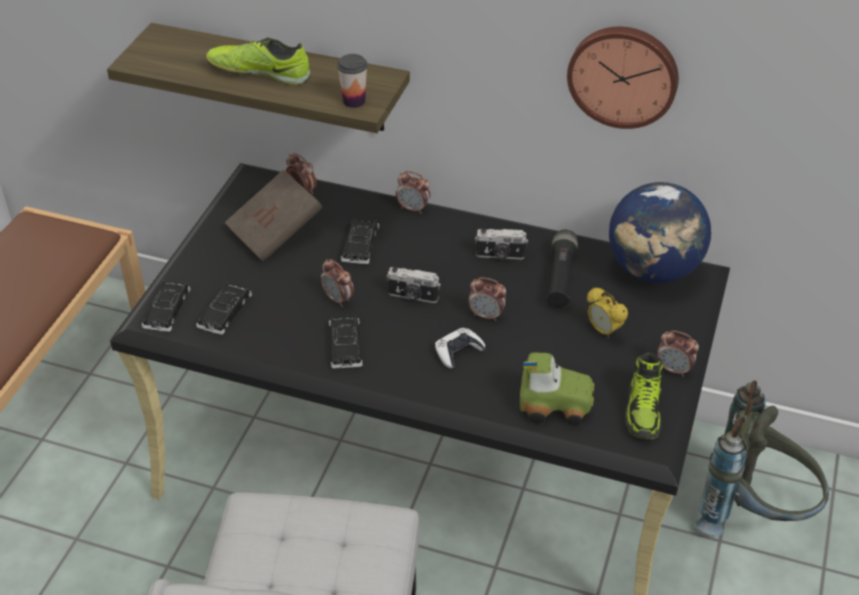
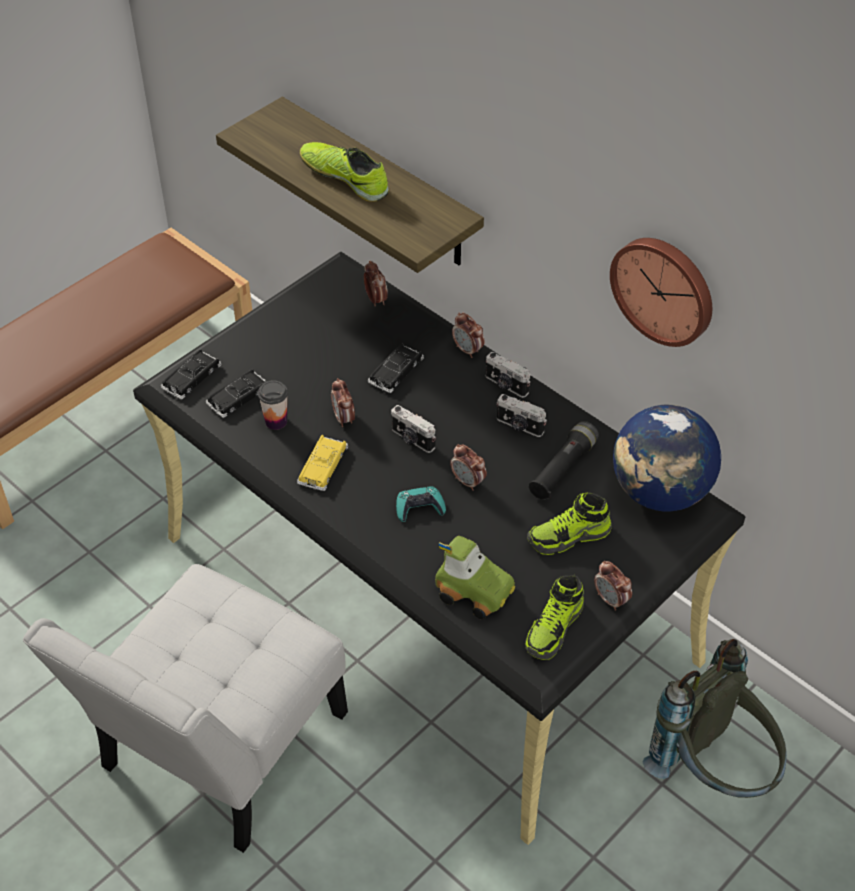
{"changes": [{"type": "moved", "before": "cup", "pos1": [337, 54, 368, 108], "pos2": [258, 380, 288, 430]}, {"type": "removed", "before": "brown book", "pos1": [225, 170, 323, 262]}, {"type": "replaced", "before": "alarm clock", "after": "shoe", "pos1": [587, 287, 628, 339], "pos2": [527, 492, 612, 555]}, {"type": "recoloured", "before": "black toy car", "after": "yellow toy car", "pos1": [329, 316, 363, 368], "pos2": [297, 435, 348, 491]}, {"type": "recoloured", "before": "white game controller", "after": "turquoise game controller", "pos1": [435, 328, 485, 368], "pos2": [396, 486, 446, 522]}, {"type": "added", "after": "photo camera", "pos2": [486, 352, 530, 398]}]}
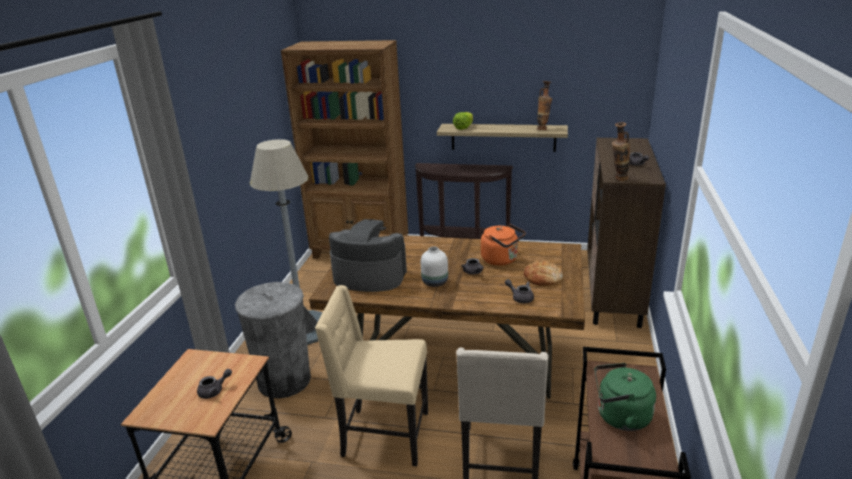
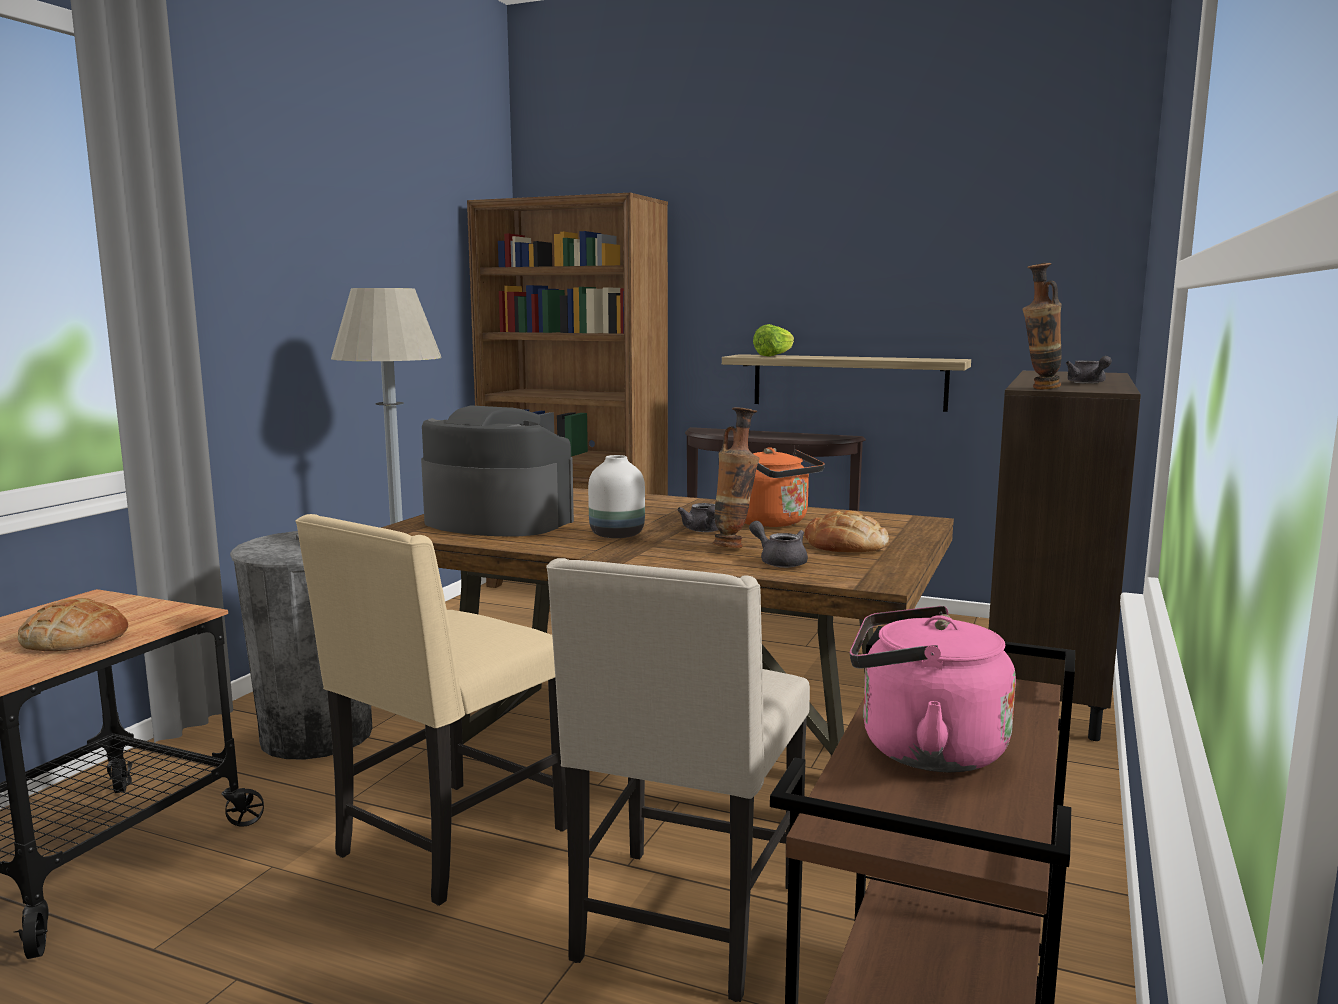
{"changes": [{"type": "moved", "before": "vase", "pos1": [537, 81, 552, 130], "pos2": [713, 407, 759, 548]}, {"type": "turned", "before": "beige chair", "pos1": [315, 285, 428, 466], "pos2": [295, 514, 567, 906], "turn": -75}, {"type": "recoloured", "before": "green kettle", "after": "pink kettle", "pos1": [595, 363, 656, 431], "pos2": [850, 606, 1016, 772]}, {"type": "replaced", "before": "grey teapot", "after": "bread", "pos1": [197, 369, 232, 399], "pos2": [18, 598, 128, 651]}]}
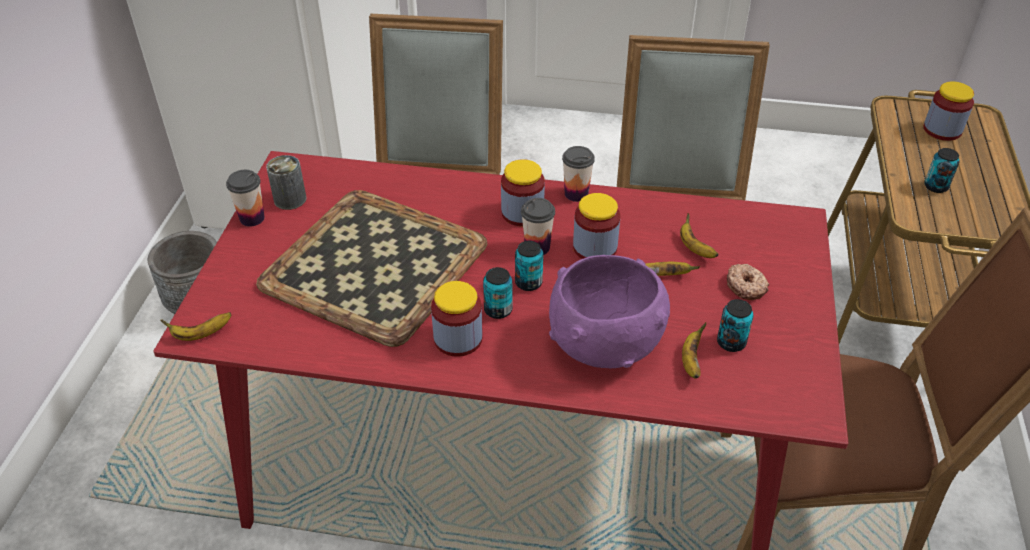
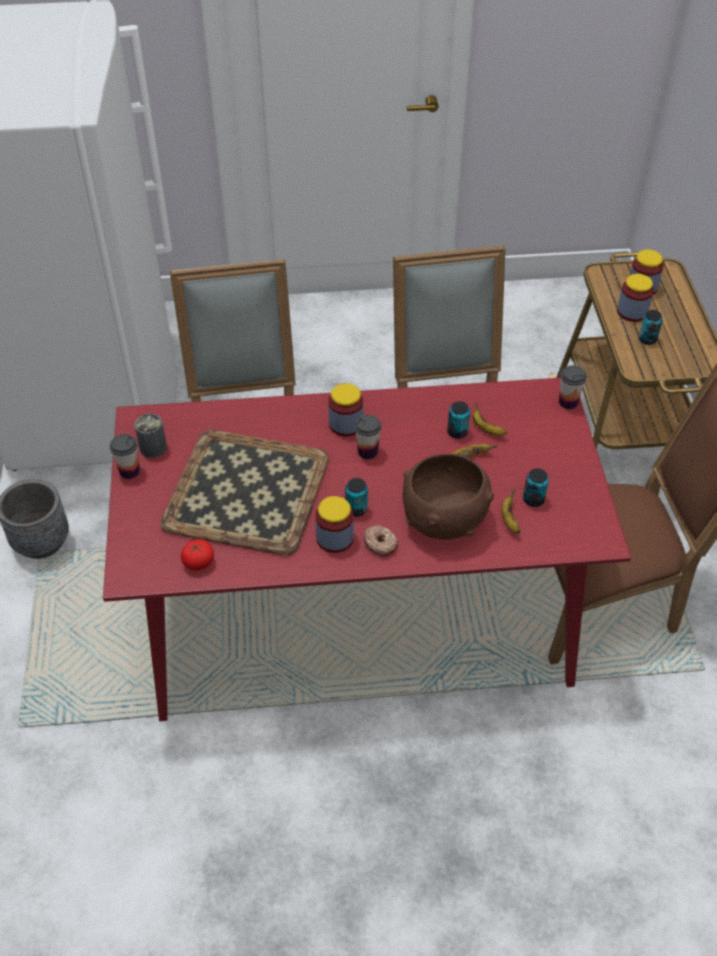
{"changes": [{"type": "moved", "before": "cup", "pos1": [562, 146, 595, 202], "pos2": [559, 366, 587, 409]}, {"type": "moved", "before": "jar", "pos1": [573, 193, 620, 259], "pos2": [617, 274, 654, 322]}, {"type": "moved", "before": "can", "pos1": [515, 241, 543, 291], "pos2": [447, 401, 470, 439]}, {"type": "recoloured", "before": "purple bowl", "after": "brown bowl", "pos1": [549, 255, 670, 368], "pos2": [403, 453, 494, 540]}, {"type": "moved", "before": "donut", "pos1": [727, 264, 769, 300], "pos2": [364, 525, 398, 556]}, {"type": "removed", "before": "banana", "pos1": [161, 312, 232, 341]}, {"type": "added", "after": "tomato", "pos2": [181, 539, 214, 570]}]}
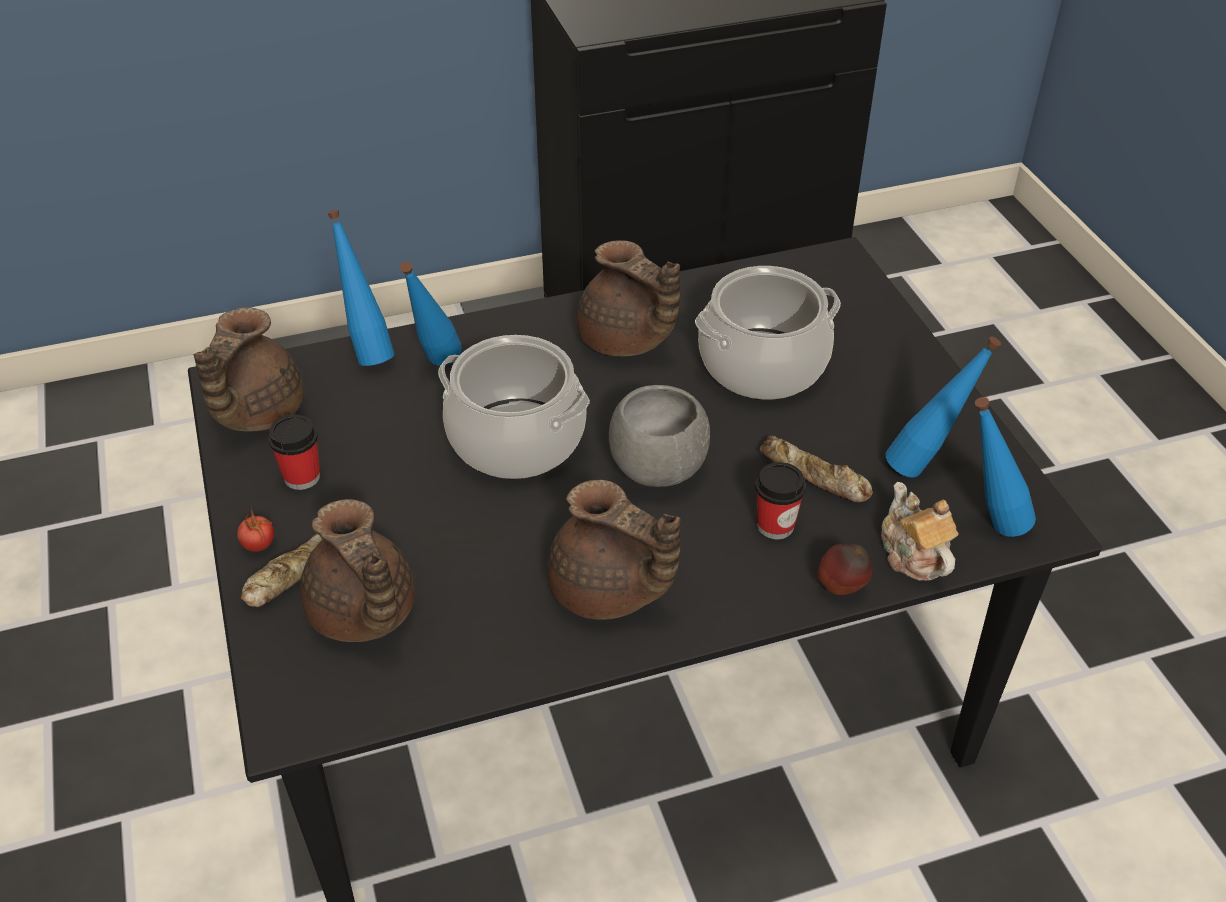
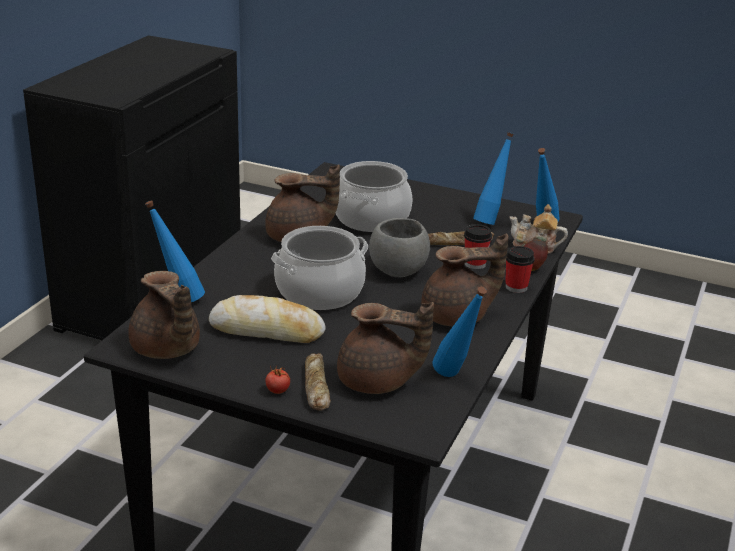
{"changes": [{"type": "moved", "before": "blue bottle", "pos1": [400, 262, 462, 366], "pos2": [432, 287, 487, 377]}, {"type": "moved", "before": "cup", "pos1": [268, 415, 320, 490], "pos2": [505, 246, 535, 293]}, {"type": "added", "after": "bread", "pos2": [209, 295, 326, 343]}]}
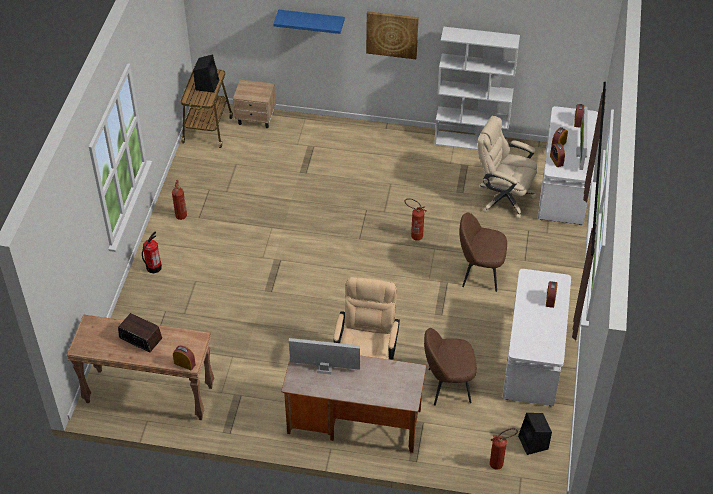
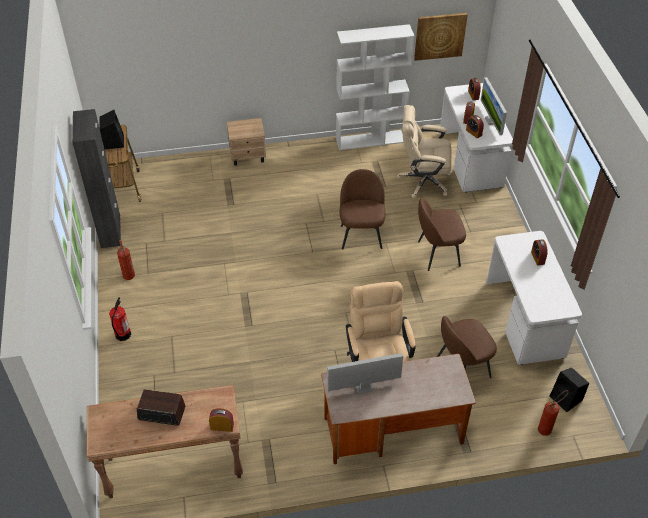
{"changes": [{"type": "removed", "before": "blue shelf", "pos1": [273, 10, 345, 34]}, {"type": "moved", "before": "picture", "pos1": [366, 11, 419, 59], "pos2": [414, 13, 468, 61]}, {"type": "moved", "before": "beige nightstand", "pos1": [233, 80, 276, 128], "pos2": [227, 118, 266, 166]}, {"type": "replaced", "before": "fire extinguisher", "after": "brown chair", "pos1": [405, 198, 426, 241], "pos2": [340, 169, 386, 249]}, {"type": "added", "after": "black cabinet", "pos2": [72, 109, 121, 248]}]}
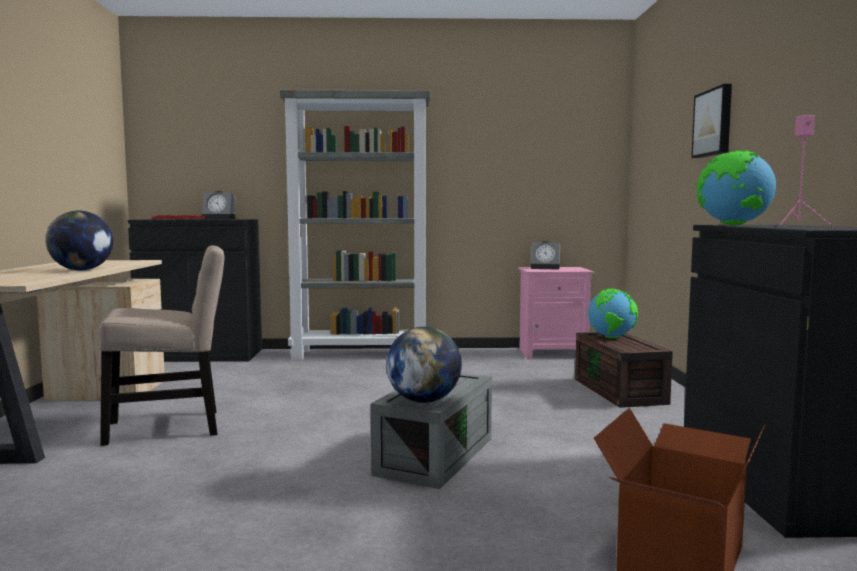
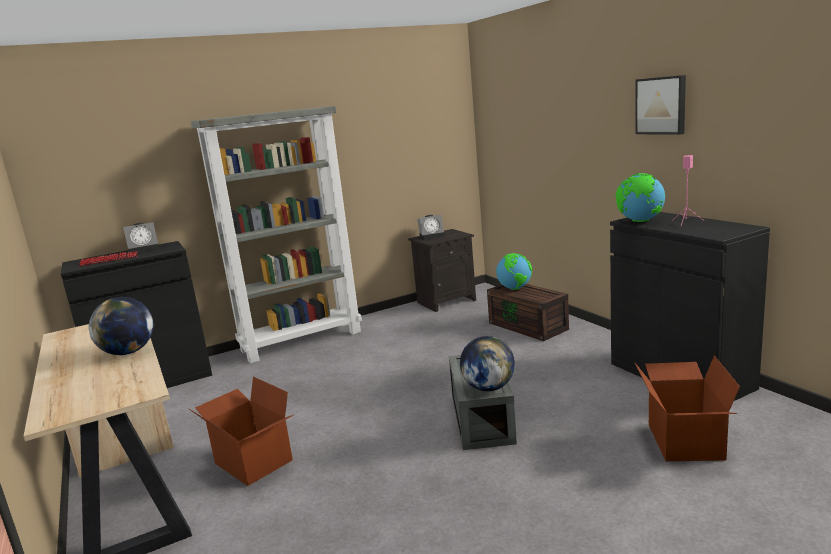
{"changes": [{"type": "moved", "before": "picture", "pos1": [691, 84, 732, 158], "pos2": [635, 75, 686, 135]}, {"type": "replaced", "before": "beige chair", "after": "cardboard box", "pos1": [99, 245, 224, 446], "pos2": [188, 377, 295, 486]}, {"type": "recoloured", "before": "pink nightstand", "after": "black nightstand", "pos1": [518, 267, 594, 360], "pos2": [408, 229, 476, 312]}]}
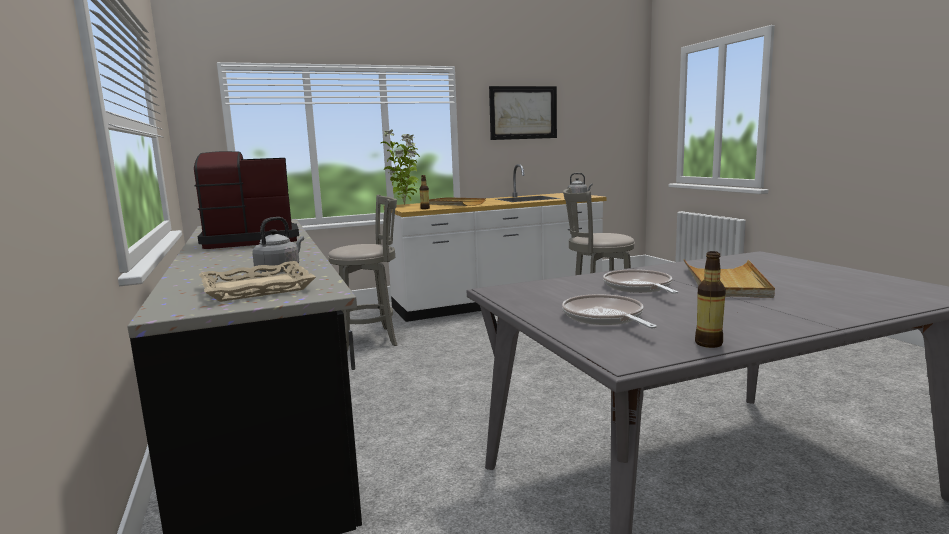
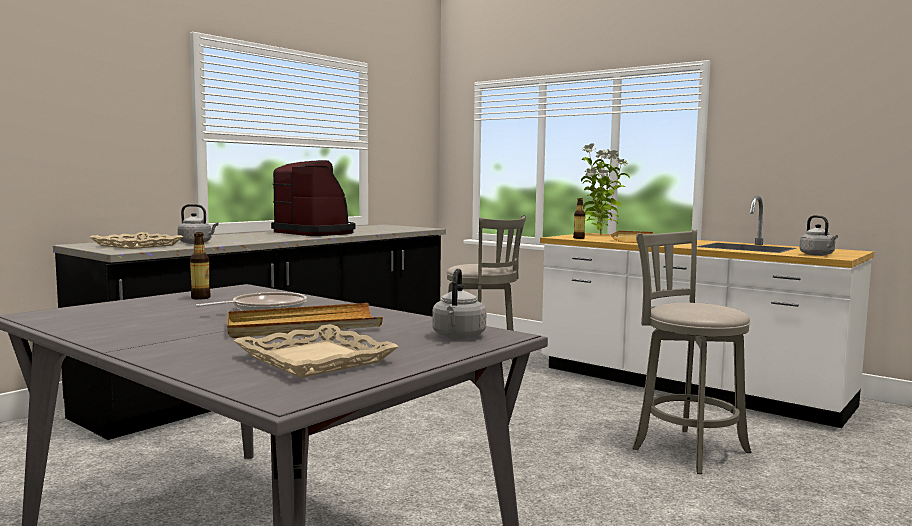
{"changes": [{"type": "removed", "before": "picture", "pos1": [489, 86, 557, 140]}, {"type": "moved", "before": "bottle", "pos1": [695, 251, 726, 348], "pos2": [190, 232, 211, 300]}, {"type": "removed", "before": "frying pan", "pos1": [562, 294, 657, 329]}, {"type": "added", "after": "grey kettle", "pos2": [432, 268, 486, 339]}, {"type": "added", "after": "beige tray", "pos2": [234, 324, 399, 378]}]}
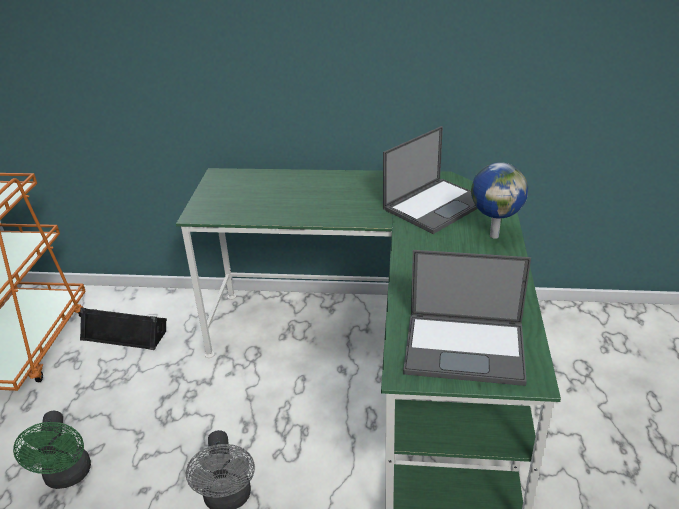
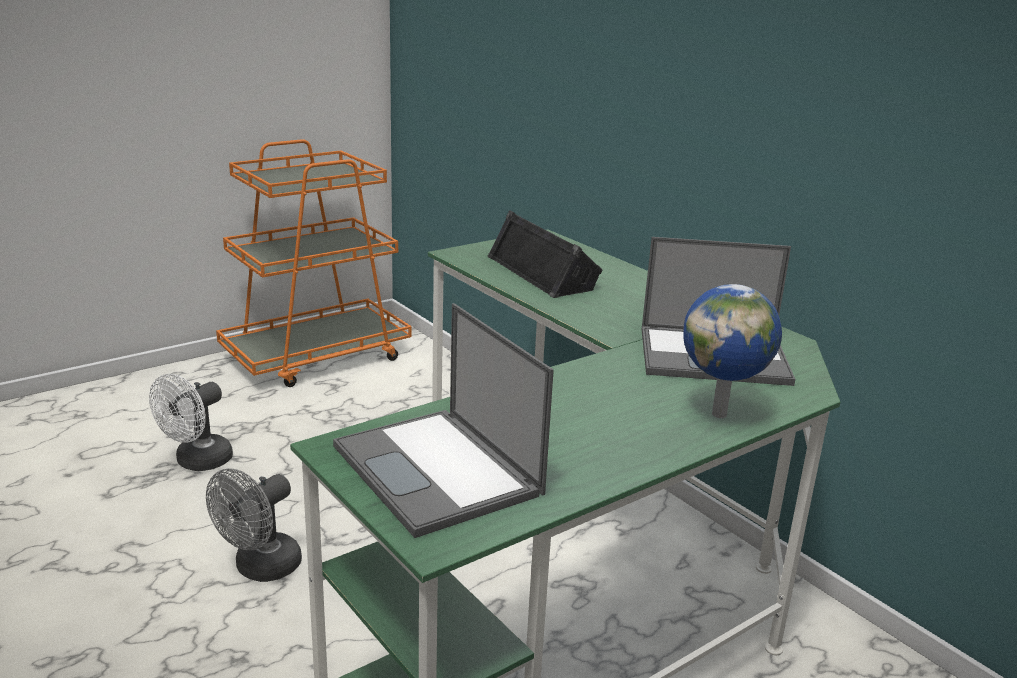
{"changes": [{"type": "moved", "before": "black speaker", "pos1": [80, 308, 167, 350], "pos2": [487, 210, 602, 298]}, {"type": "recoloured", "before": "green fan", "after": "white fan", "pos1": [13, 411, 91, 489], "pos2": [149, 374, 233, 471]}]}
